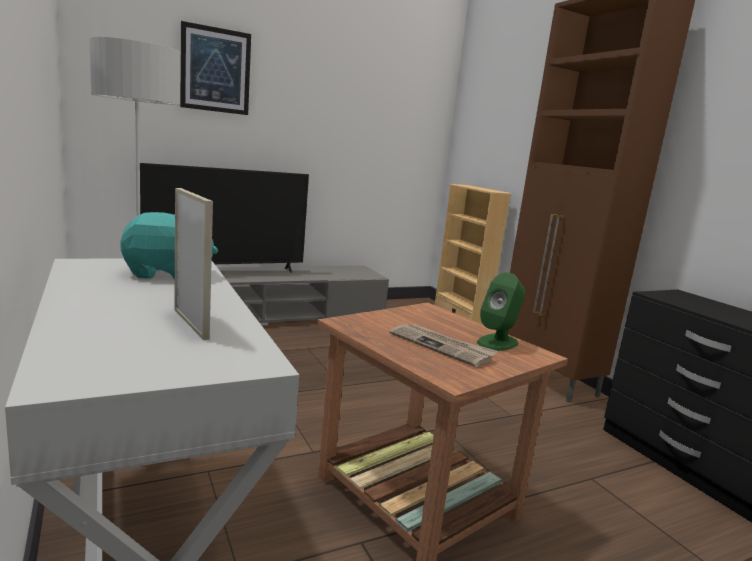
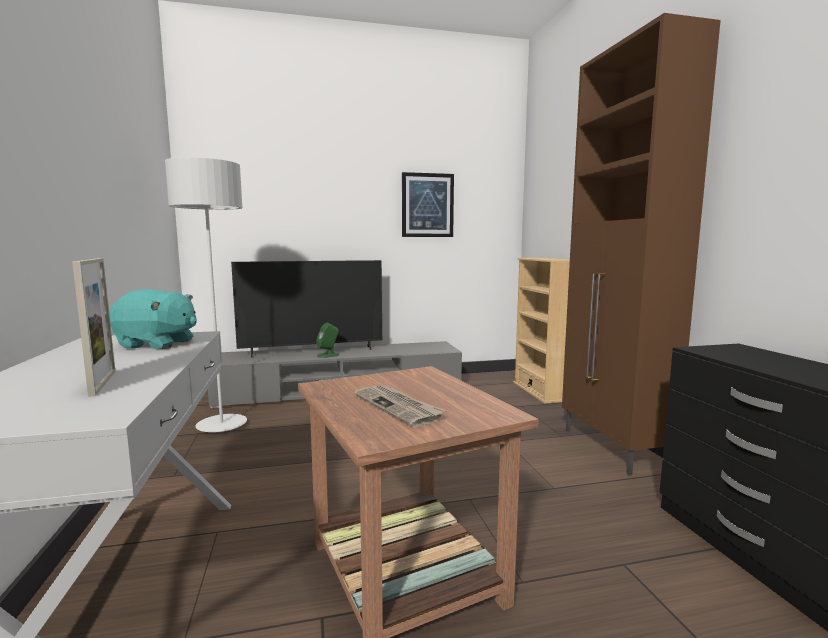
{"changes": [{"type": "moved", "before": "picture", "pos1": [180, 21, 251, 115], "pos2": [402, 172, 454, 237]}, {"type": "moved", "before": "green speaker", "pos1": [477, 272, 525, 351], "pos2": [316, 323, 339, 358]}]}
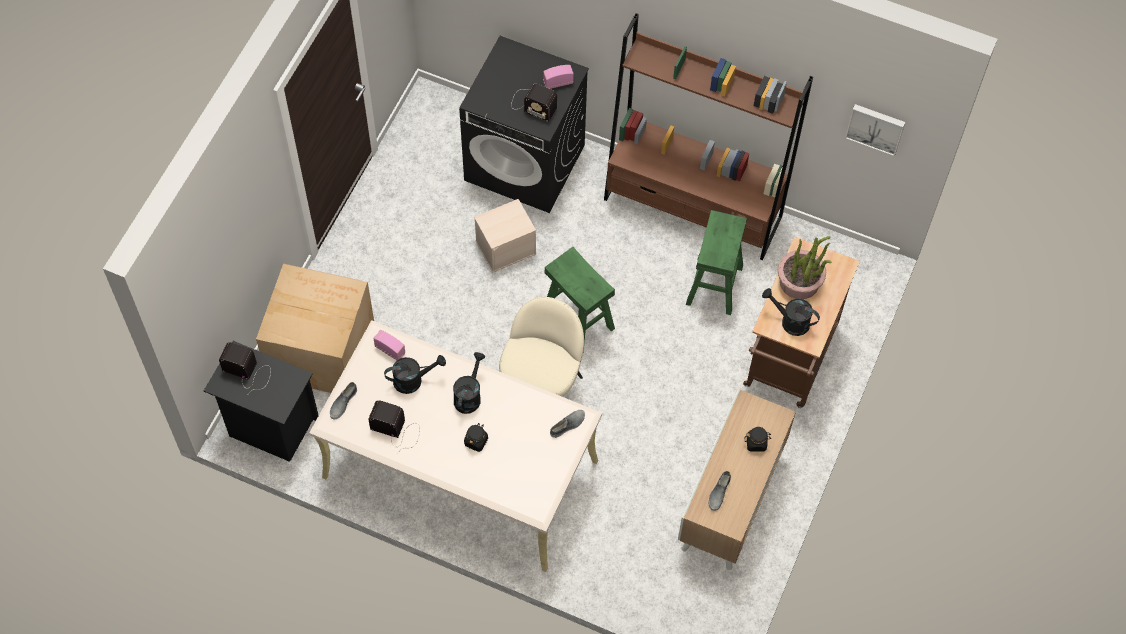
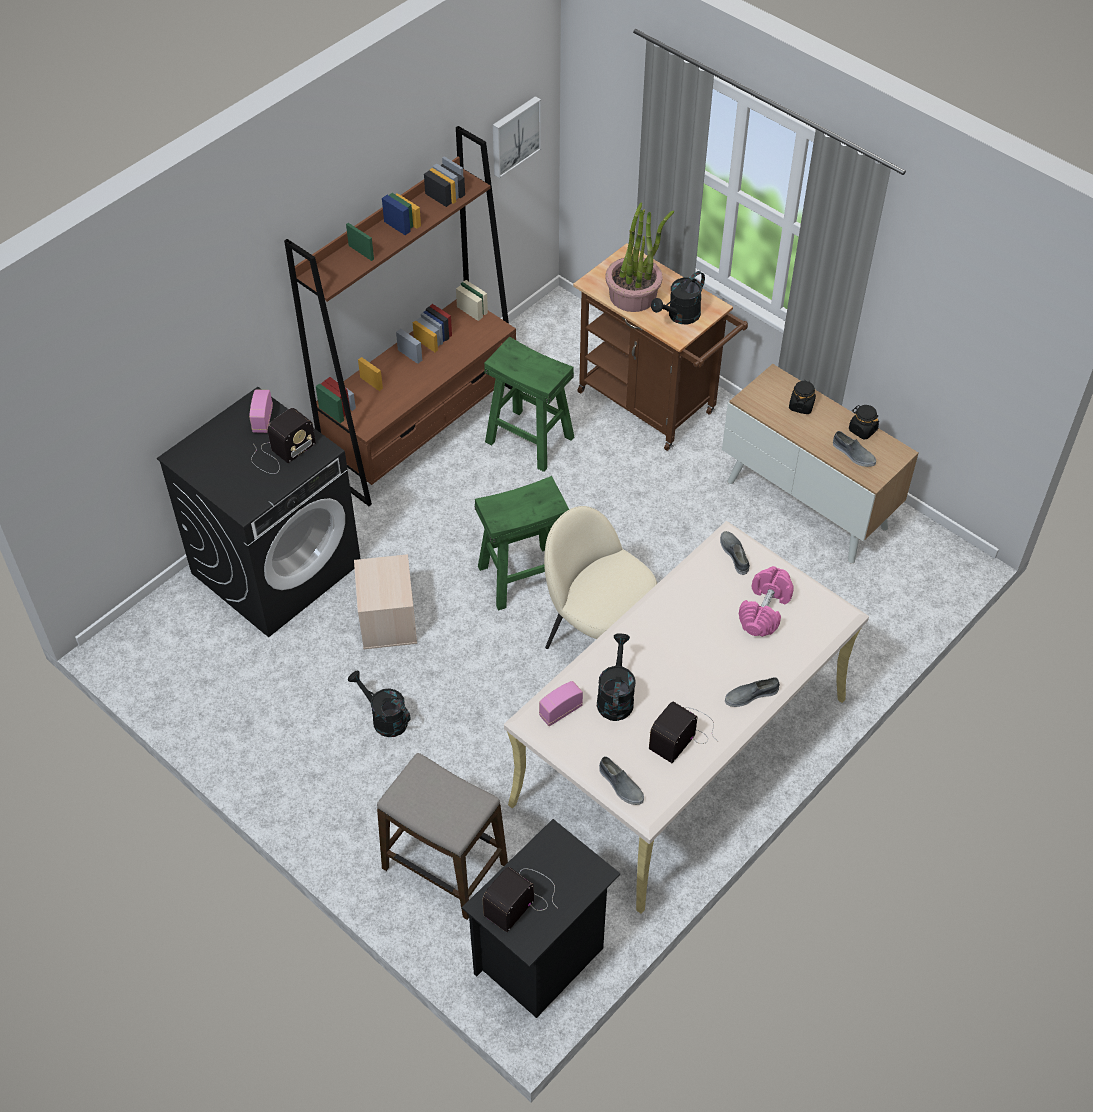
{"changes": [{"type": "replaced", "before": "cardboard box", "after": "stool", "pos1": [256, 263, 374, 393], "pos2": [377, 753, 508, 920]}, {"type": "moved", "before": "black watering can", "pos1": [453, 352, 485, 414], "pos2": [348, 670, 411, 737]}, {"type": "moved", "before": "black jar", "pos1": [464, 423, 488, 452], "pos2": [849, 405, 879, 439]}, {"type": "added", "after": "pink dumbbell", "pos2": [739, 566, 794, 637]}, {"type": "added", "after": "grey shoe", "pos2": [725, 677, 780, 707]}]}
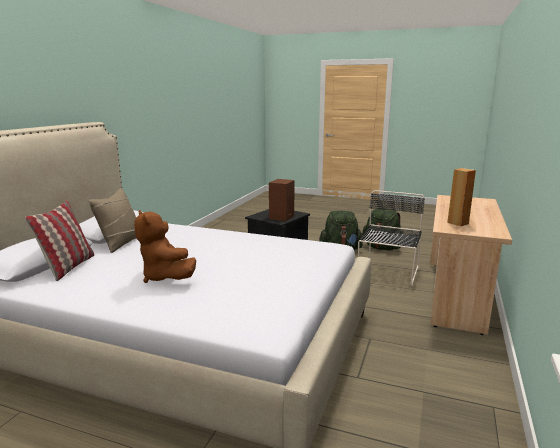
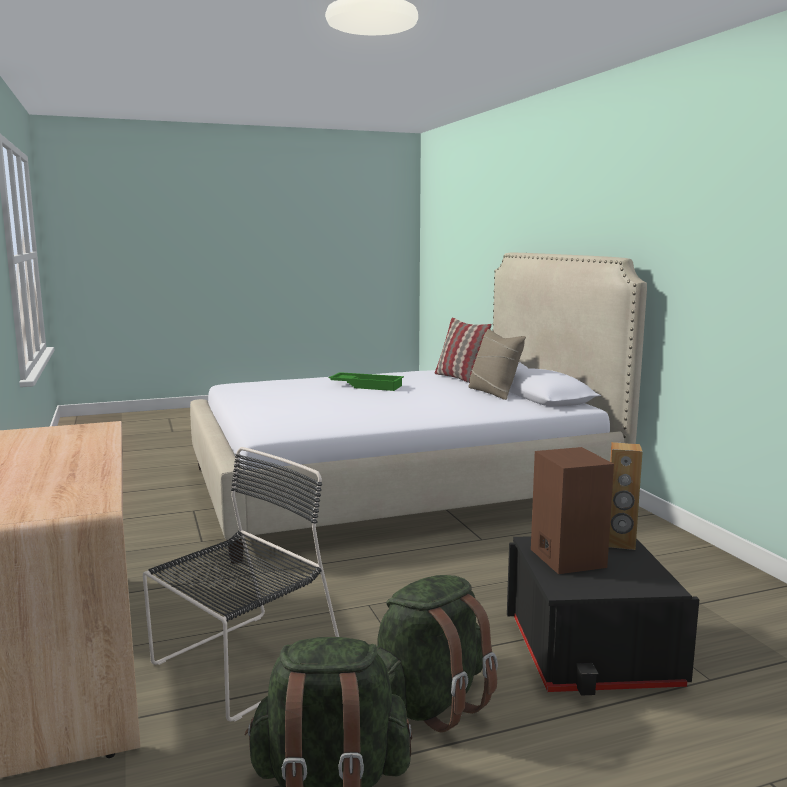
{"changes": [{"type": "moved", "before": "brown speaker", "pos1": [447, 168, 476, 226], "pos2": [609, 442, 643, 550]}, {"type": "turned", "before": "black chair", "pos1": [358, 190, 425, 286], "pos2": [143, 447, 339, 722], "turn": -120}, {"type": "replaced", "before": "brown plush toy", "after": "green tray", "pos1": [134, 210, 196, 283], "pos2": [329, 372, 404, 391]}]}
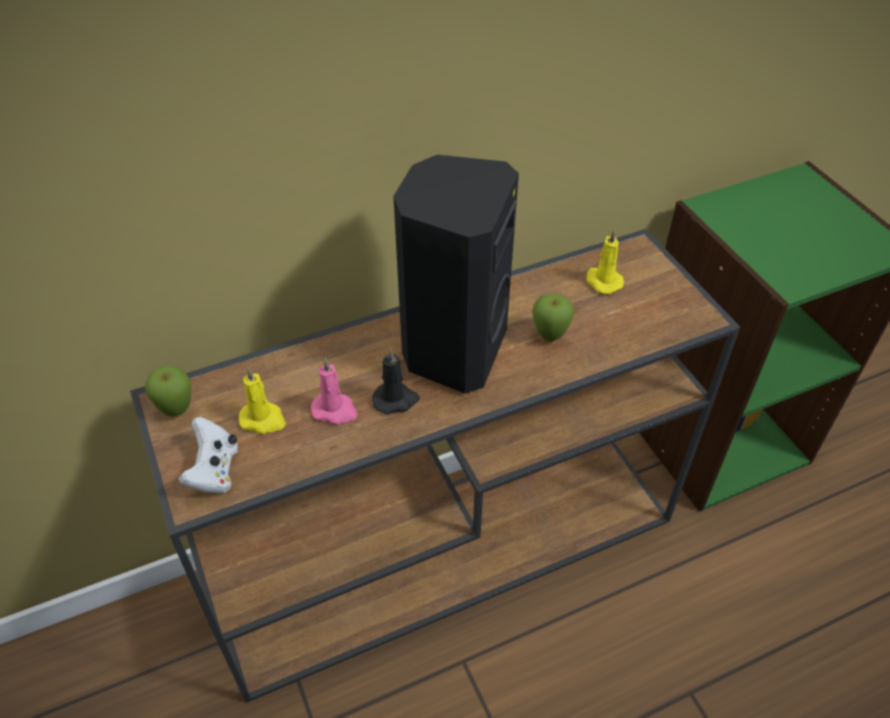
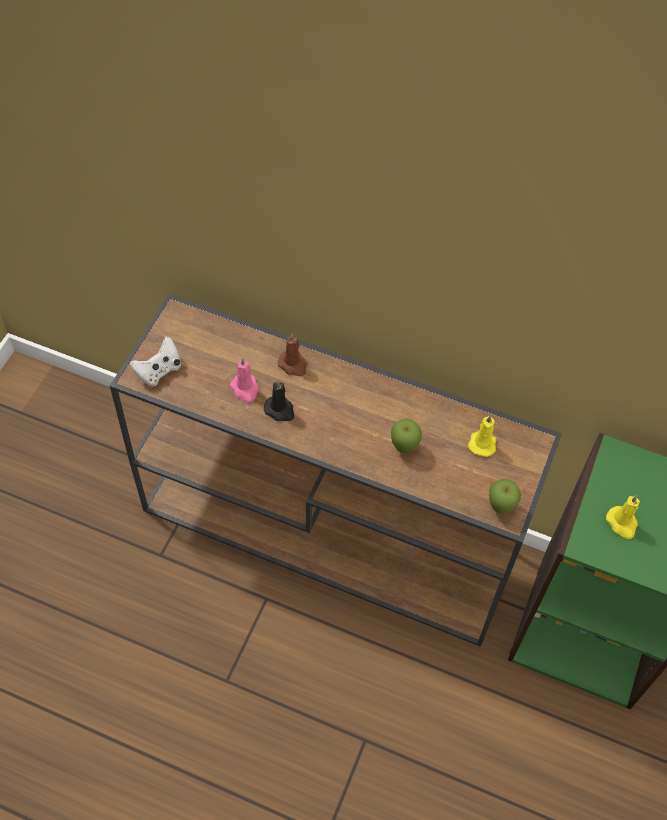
{"changes": [{"type": "removed", "before": "black speaker", "pos1": [393, 155, 519, 393]}, {"type": "moved", "before": "apple", "pos1": [145, 366, 192, 416], "pos2": [489, 479, 521, 514]}, {"type": "moved", "before": "yellow candle", "pos1": [239, 367, 286, 434], "pos2": [606, 495, 640, 539]}, {"type": "added", "after": "brown candle", "pos2": [277, 333, 307, 376]}]}
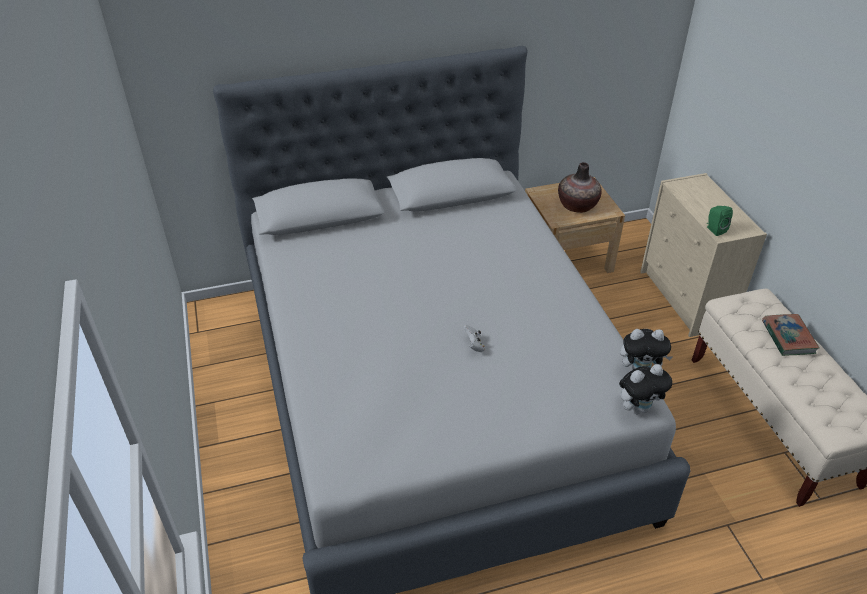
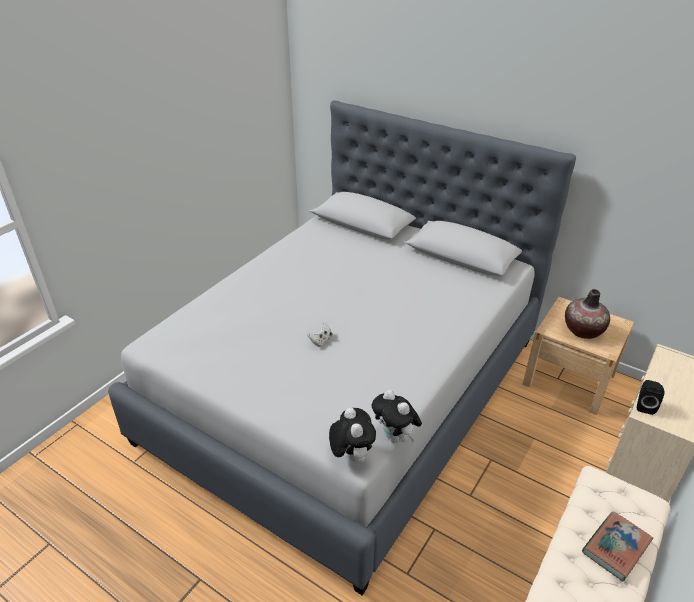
{"changes": [{"type": "recoloured", "before": "green speaker", "after": "black speaker", "pos1": [707, 206, 733, 236], "pos2": [637, 380, 665, 415]}, {"type": "turned", "before": "plush toy", "pos1": [619, 364, 672, 414], "pos2": [329, 408, 376, 463], "turn": -135}]}
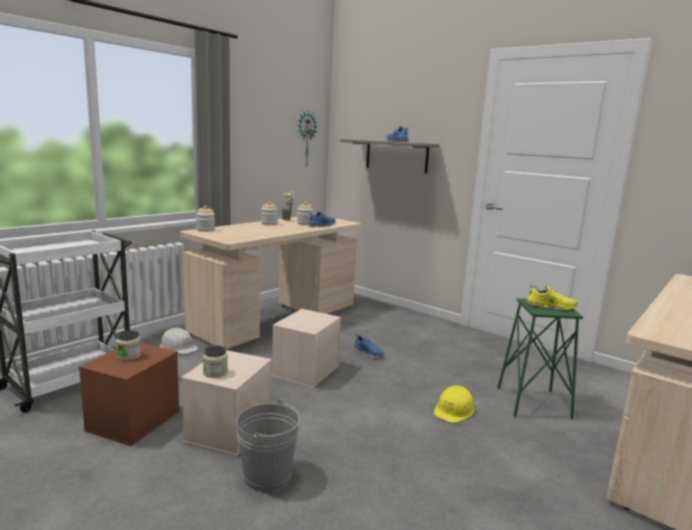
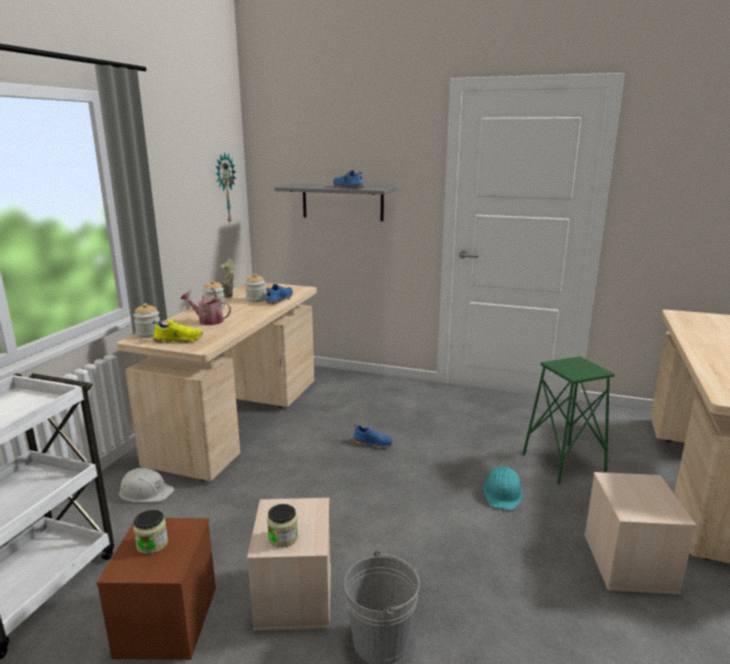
{"changes": [{"type": "moved", "before": "yellow shoe", "pos1": [526, 285, 578, 310], "pos2": [152, 319, 203, 343]}, {"type": "moved", "before": "beige storage box", "pos1": [272, 309, 341, 389], "pos2": [584, 472, 697, 595]}, {"type": "recoloured", "before": "yellow hard hat", "after": "turquoise hard hat", "pos1": [434, 385, 475, 423], "pos2": [483, 466, 523, 510]}, {"type": "added", "after": "watering can", "pos2": [180, 287, 231, 325]}]}
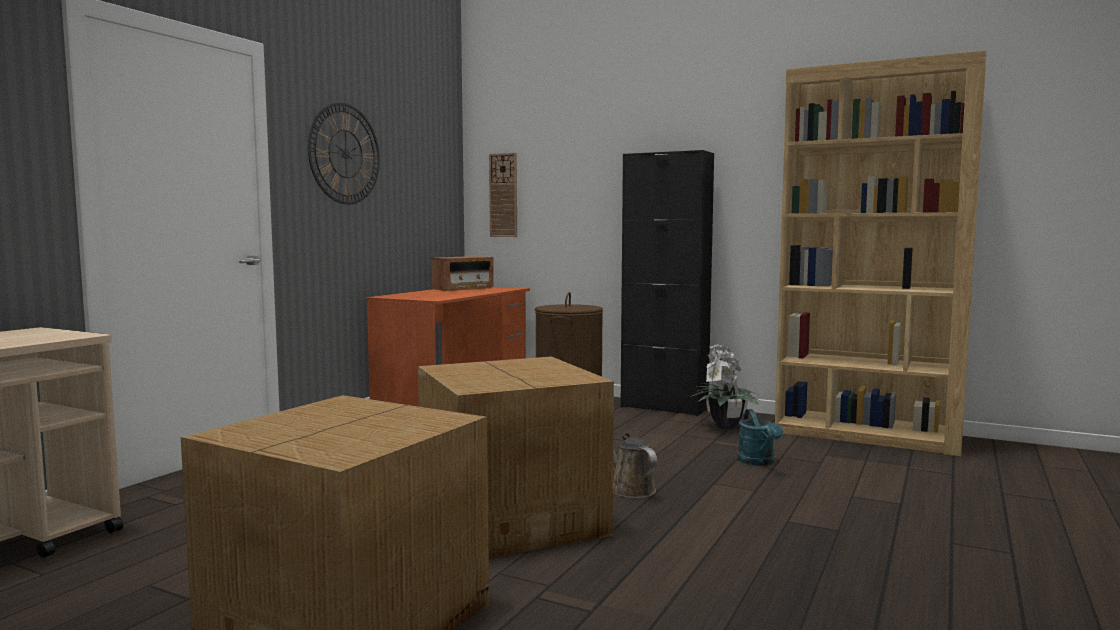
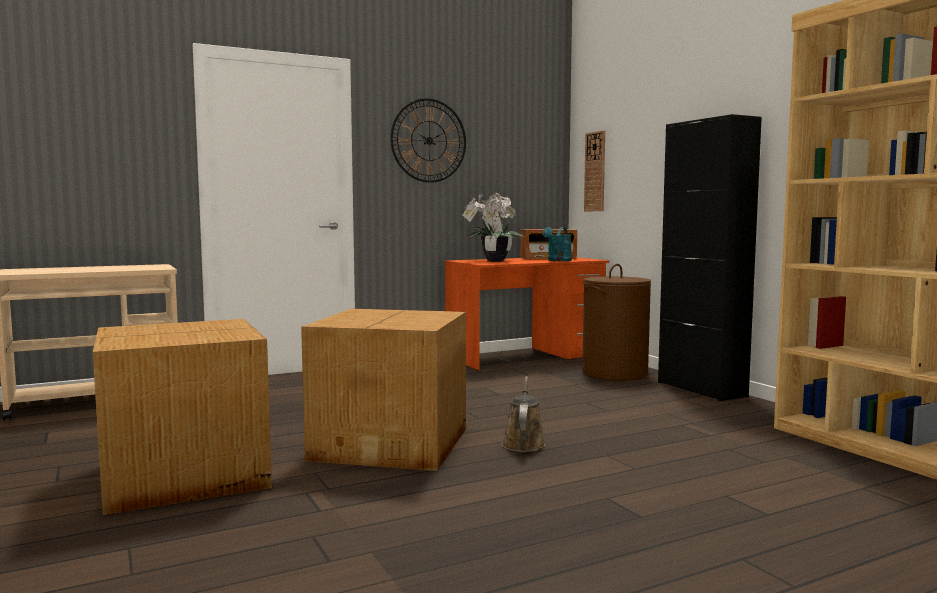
{"changes": [{"type": "moved", "before": "potted plant", "pos1": [690, 344, 760, 429], "pos2": [463, 192, 525, 262]}, {"type": "moved", "before": "turquoise watering can", "pos1": [738, 409, 783, 466], "pos2": [543, 227, 572, 261]}]}
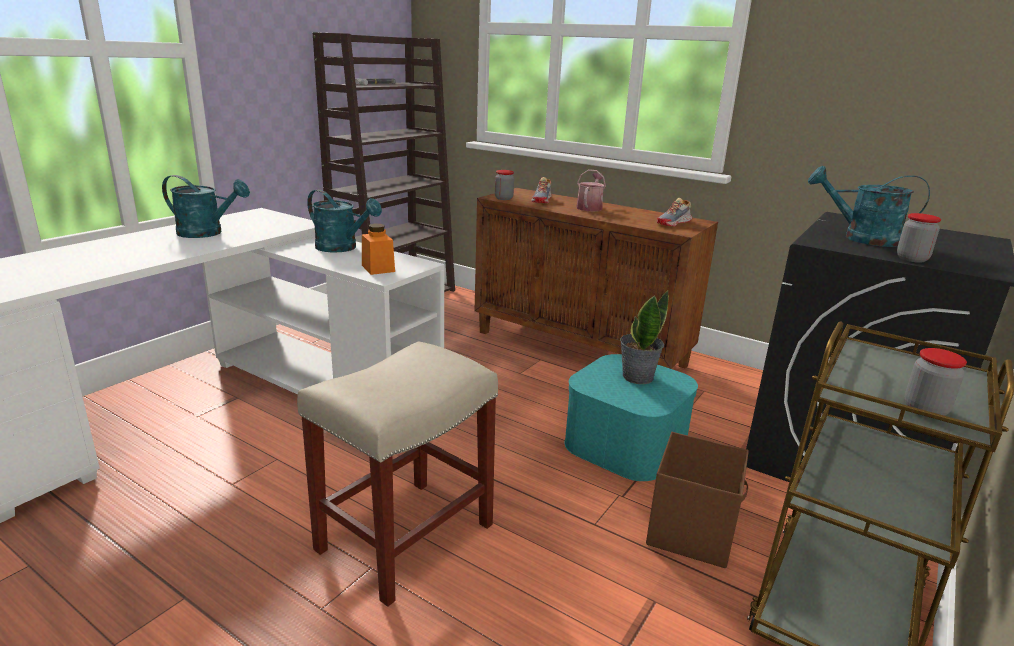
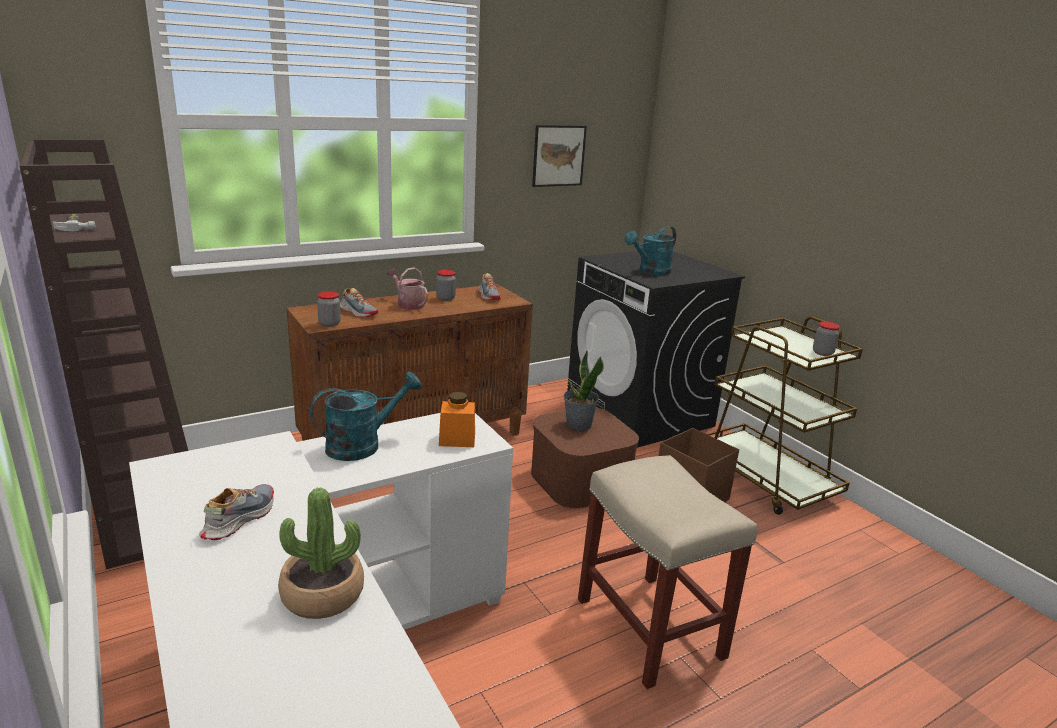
{"changes": [{"type": "replaced", "before": "turquoise watering can", "after": "shoe", "pos1": [162, 175, 250, 238], "pos2": [199, 484, 274, 540]}, {"type": "moved", "before": "jar", "pos1": [897, 213, 941, 263], "pos2": [436, 270, 456, 301]}, {"type": "recoloured", "before": "turquoise storage box", "after": "brown storage box", "pos1": [564, 354, 698, 481], "pos2": [531, 408, 639, 508]}, {"type": "added", "after": "picture", "pos2": [532, 125, 587, 187]}, {"type": "added", "after": "potted plant", "pos2": [278, 487, 364, 619]}]}
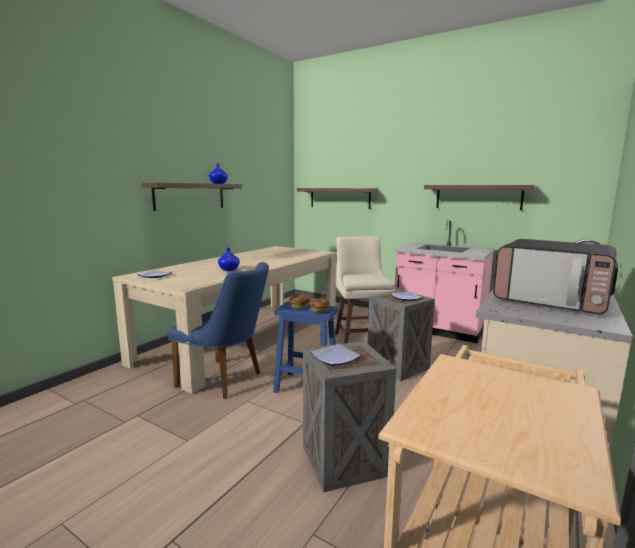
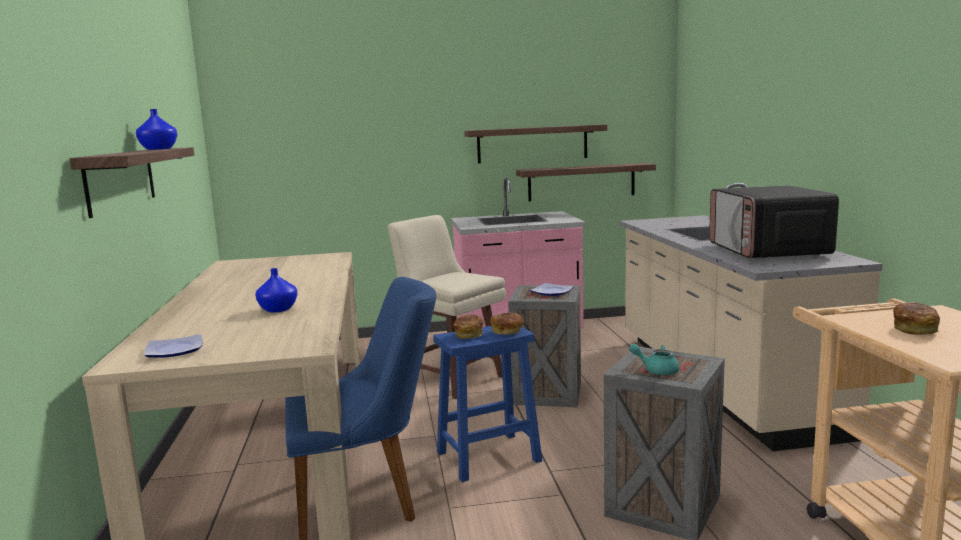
{"changes": [{"type": "moved", "before": "shelf", "pos1": [297, 188, 378, 209], "pos2": [516, 163, 656, 201]}, {"type": "turned", "before": "microwave", "pos1": [493, 239, 618, 314], "pos2": [709, 185, 839, 259], "turn": 90}, {"type": "replaced", "before": "plate", "after": "turquoise teapot", "pos1": [310, 344, 361, 366], "pos2": [629, 343, 680, 375]}, {"type": "added", "after": "bread", "pos2": [893, 303, 940, 335]}]}
